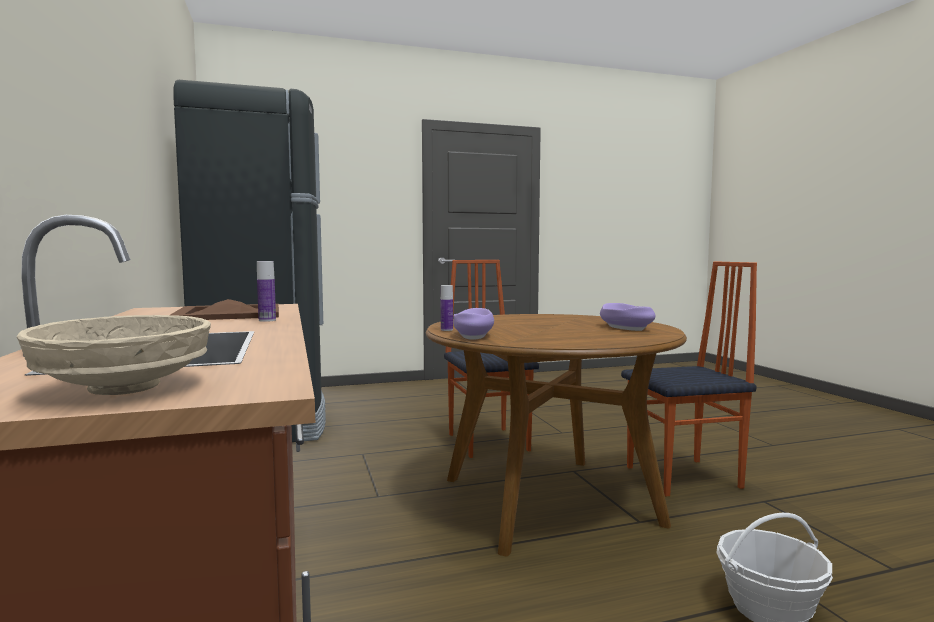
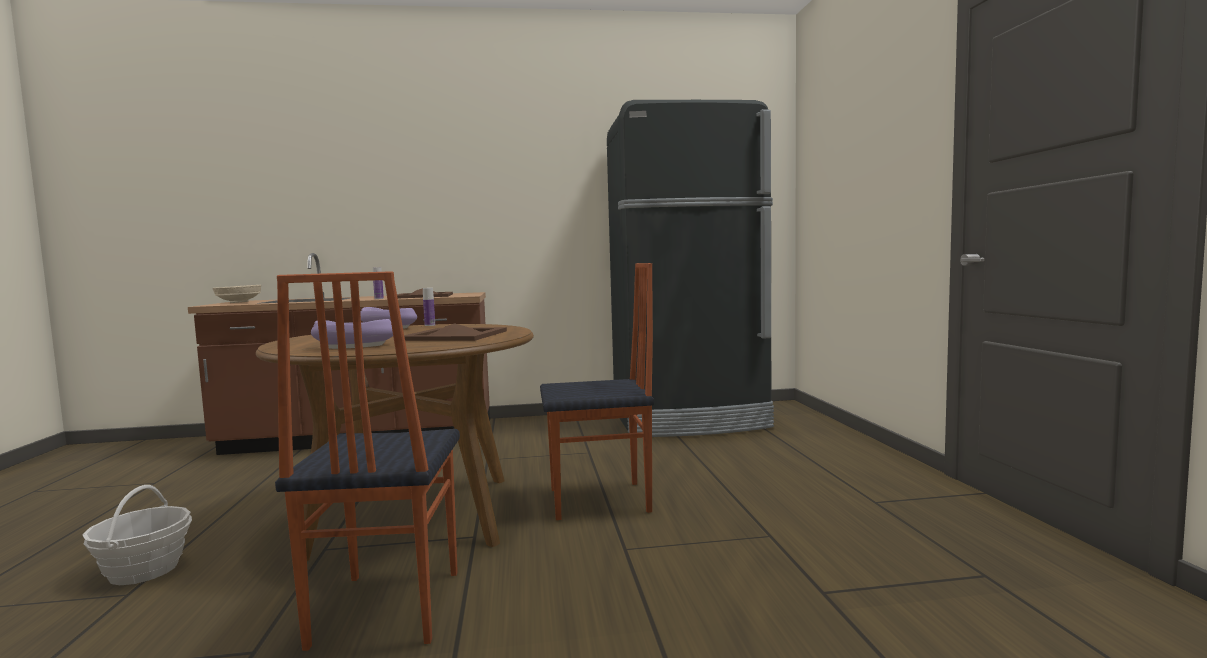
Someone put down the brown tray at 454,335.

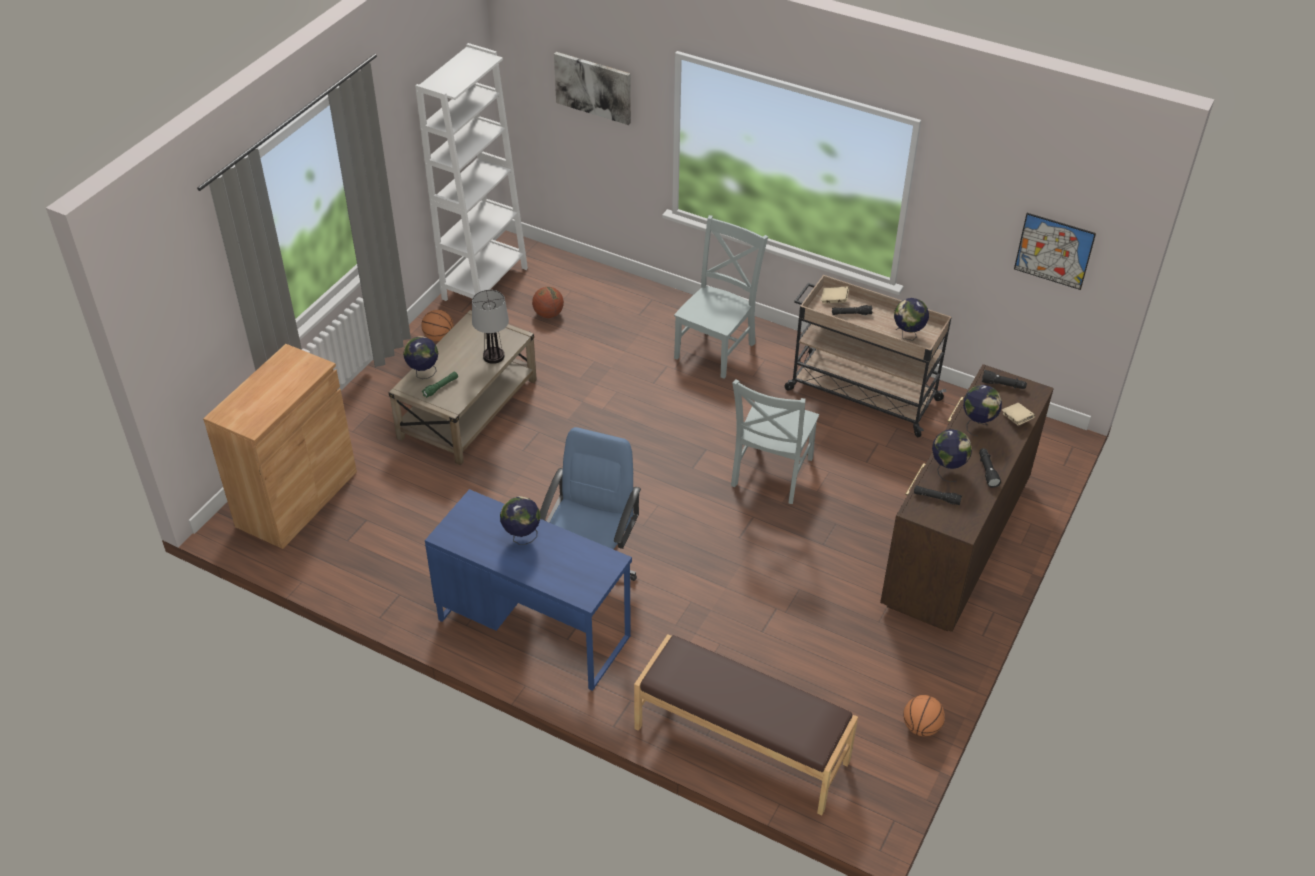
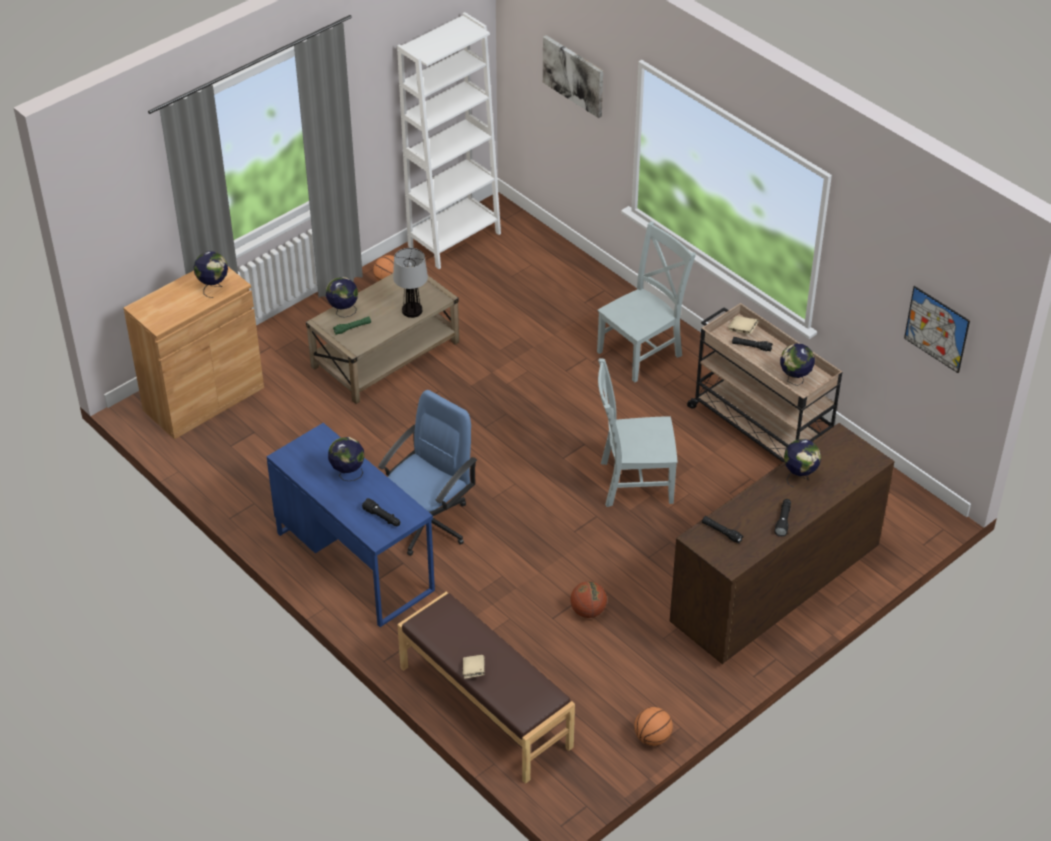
Someone carried the basketball from 548,314 to 588,611.
Someone carried the globe from 947,470 to 213,288.
Someone carried the black flashlight from 1003,385 to 382,518.
Someone carried the beige book from 1016,419 to 473,671.
Someone rotated the grey chair at 770,474 by 45 degrees clockwise.

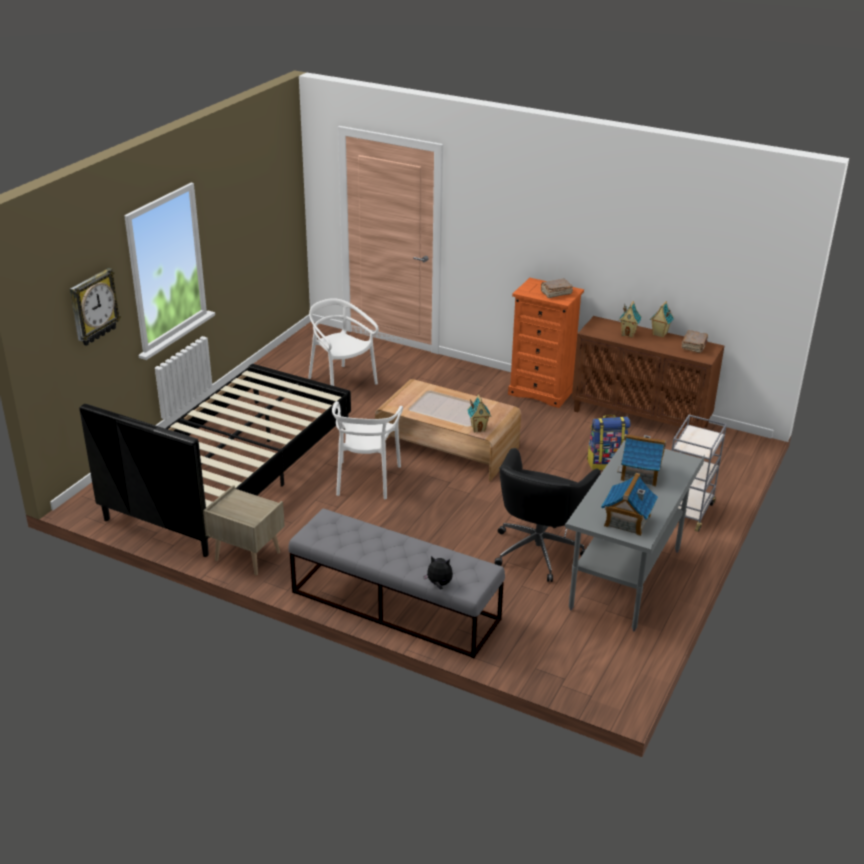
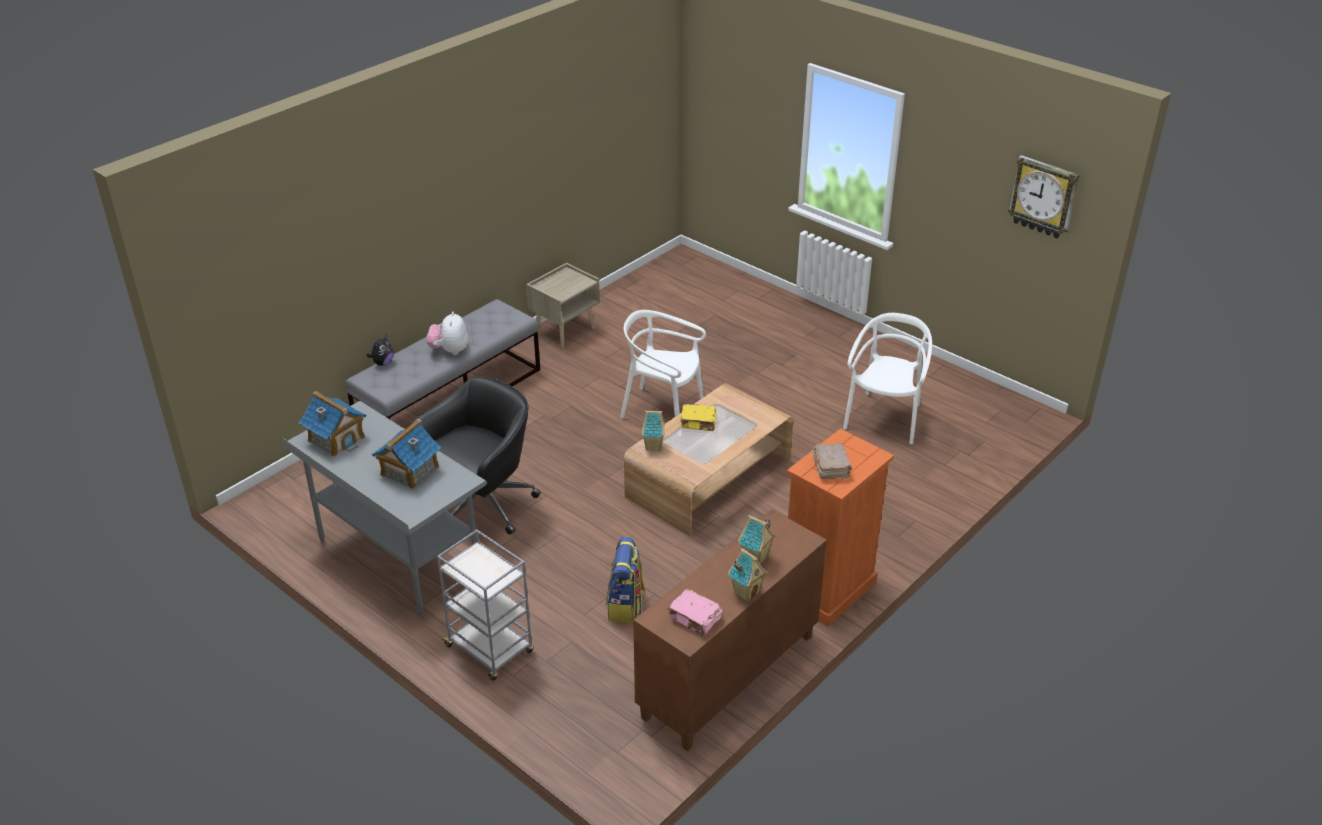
Someone took away the black bed at 232,471.
Someone put down the plush toy at 449,350.
Someone put down the yellow book at 699,423.
Someone carried the wall clock from 93,307 to 1044,197.
Someone repainted the brown book at 694,346, which became the pink book at 695,619.
Someone rotated the white chair at 341,382 by 45 degrees counterclockwise.
Someone rotated the black office chair at 539,549 by 90 degrees clockwise.

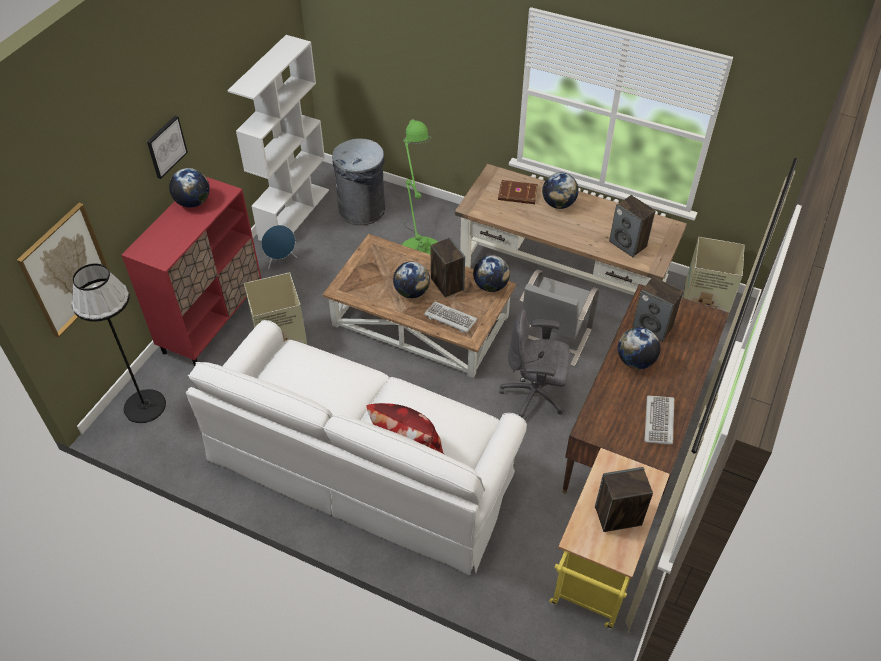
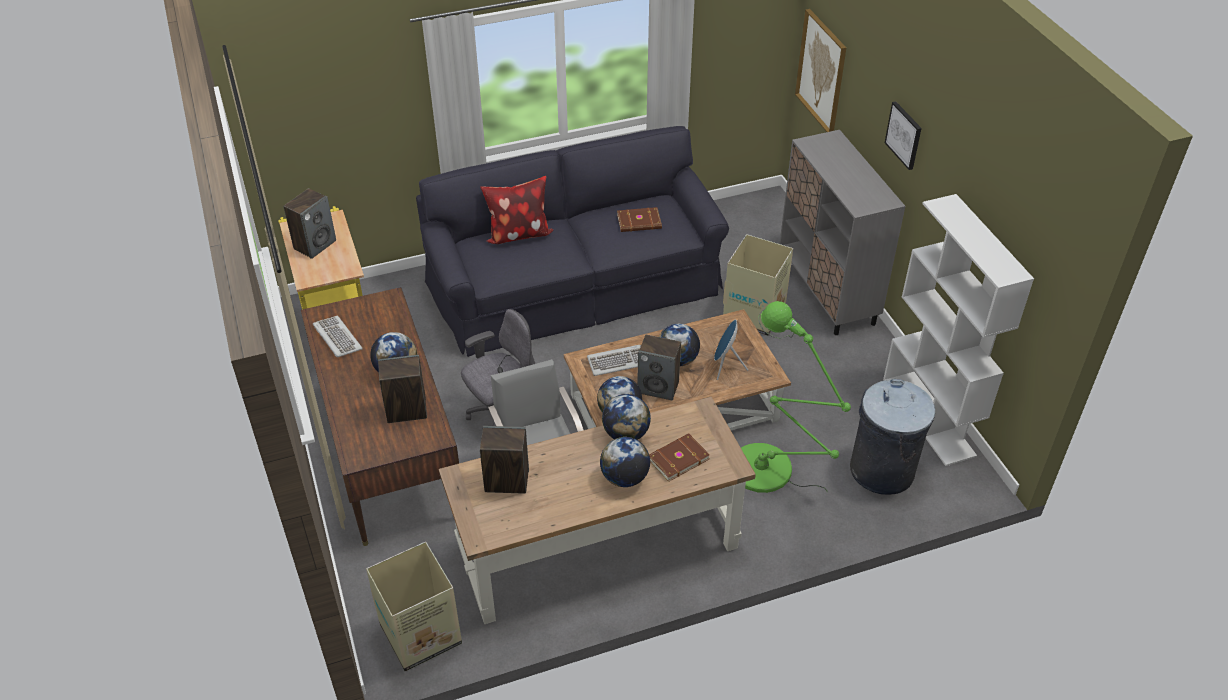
Someone took away the black floor lamp at 144,406.
Someone put down the brown book at 639,222.
Someone carried the globe from 193,202 to 626,434.
Someone carried the blue speaker from 281,261 to 725,366.
Someone repainted the red cabinet at 212,320, which became the grey cabinet at 827,291.
Someone repainted the white sofa at 364,465, which became the black sofa at 575,287.

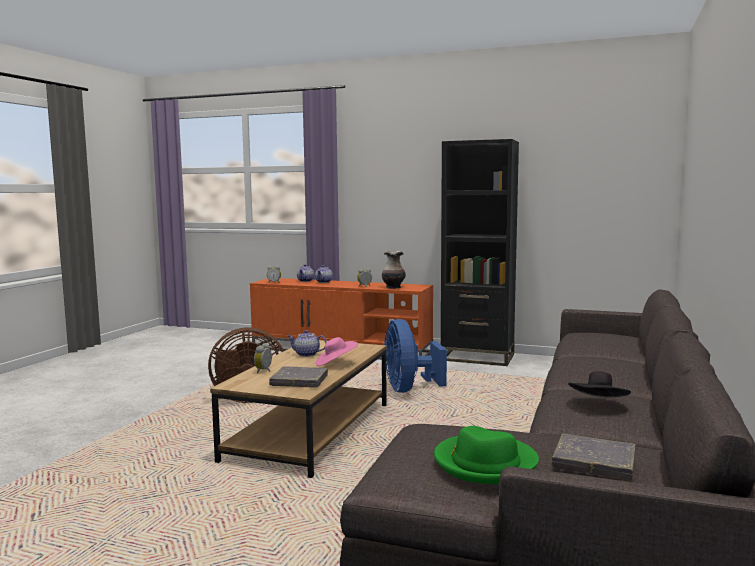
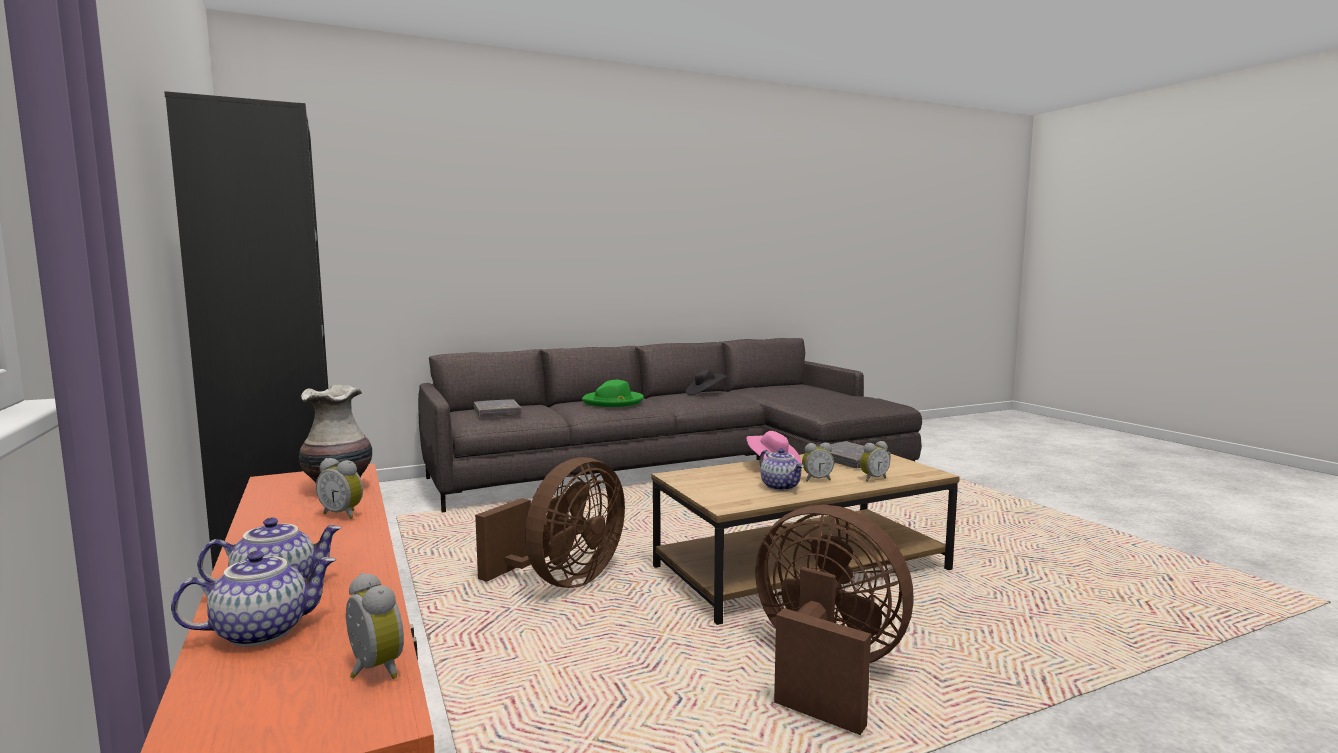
Someone put down the alarm clock at 816,479.
Someone carried the green hat from 484,463 to 613,402.
Someone carried the grey book from 594,462 to 497,412.
Someone repainted the blue fan at 408,389, which became the brown fan at 563,580.

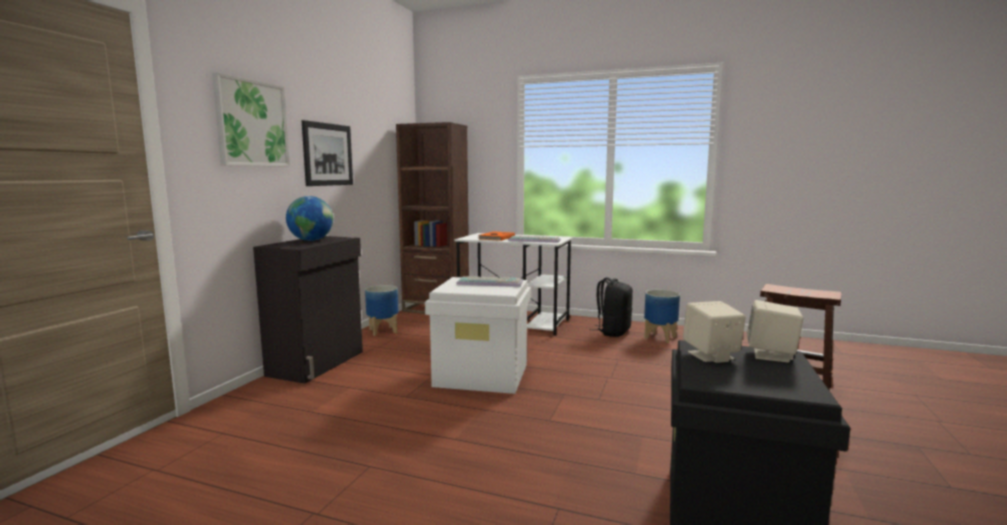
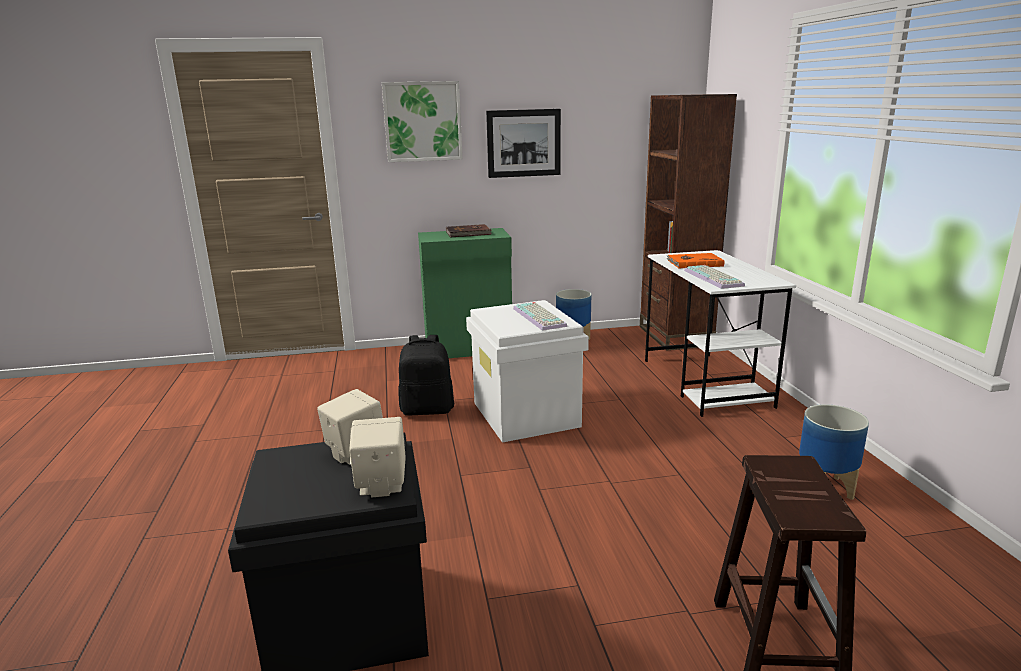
Someone carried the black backpack from 613,332 to 427,409.
Someone swapped the globe at 311,240 for the brown book at 468,233.
Someone repainted the black cabinet at 318,363, which became the green cabinet at 469,348.

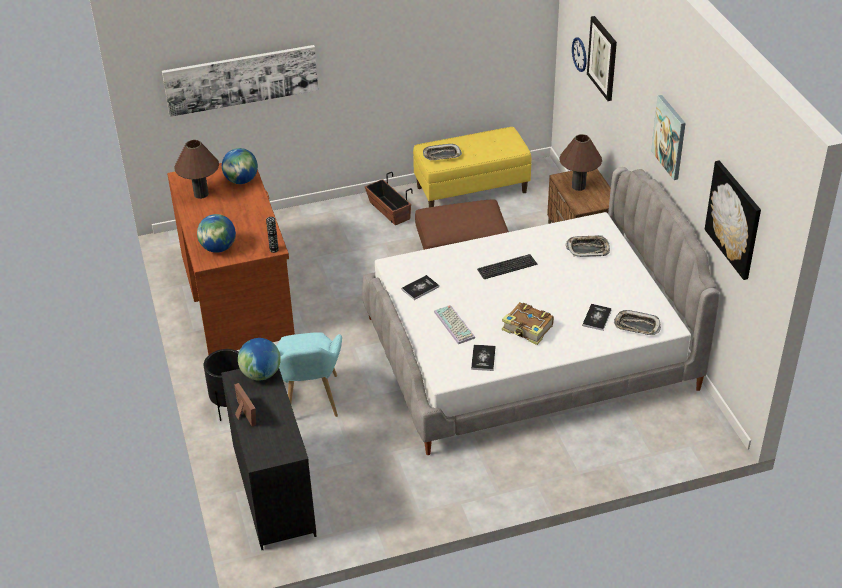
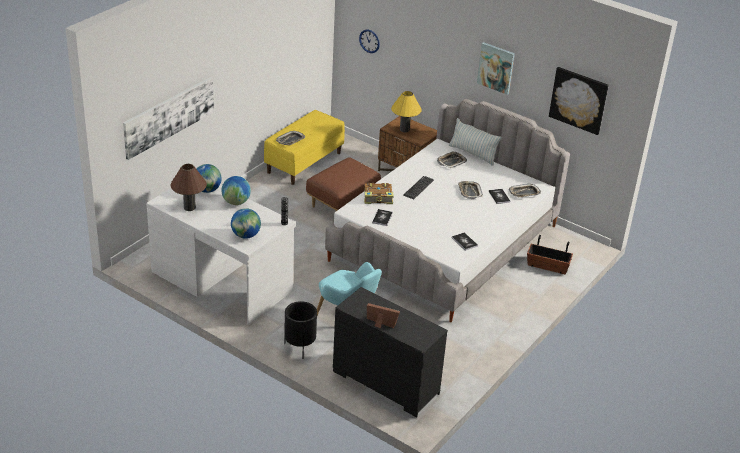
Someone took away the keyboard at 455,325.
Someone took away the picture at 603,58.
Someone put down the pillow at 473,154.
Someone put down the tray at 469,192.
Someone carried the globe from 261,374 to 236,202.
Someone carried the planter from 389,211 to 547,266.
Someone carried the book from 528,329 to 378,198.
Someone repainted the brown desk at 237,294, which became the white desk at 222,280.
Someone repainted the brown table lamp at 578,186, which became the yellow table lamp at 404,129.

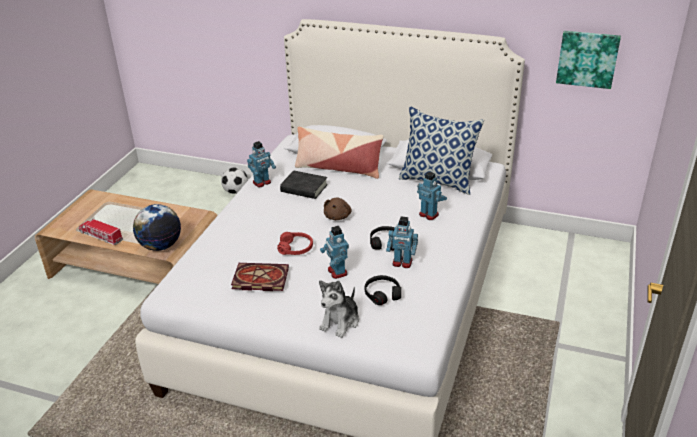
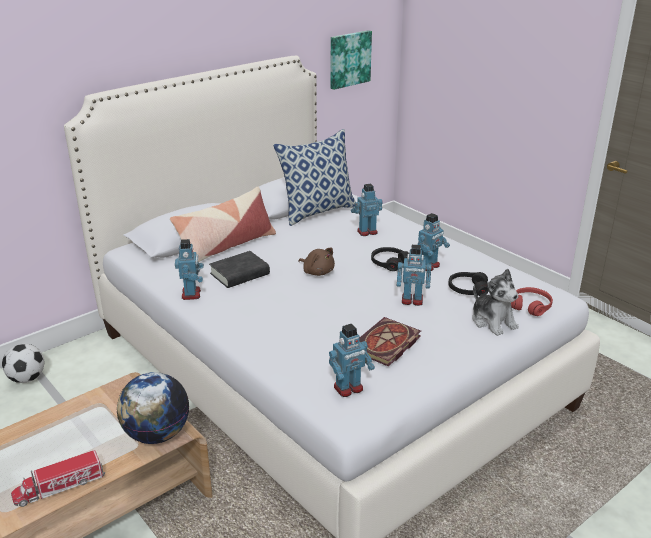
Someone put down the toy robot at 349,388.
Someone carried the red headphones from 296,248 to 530,306.

